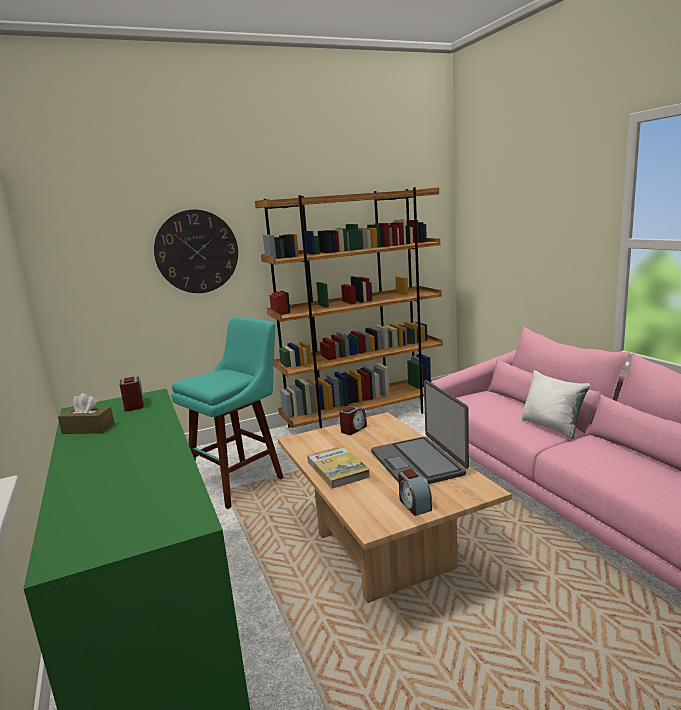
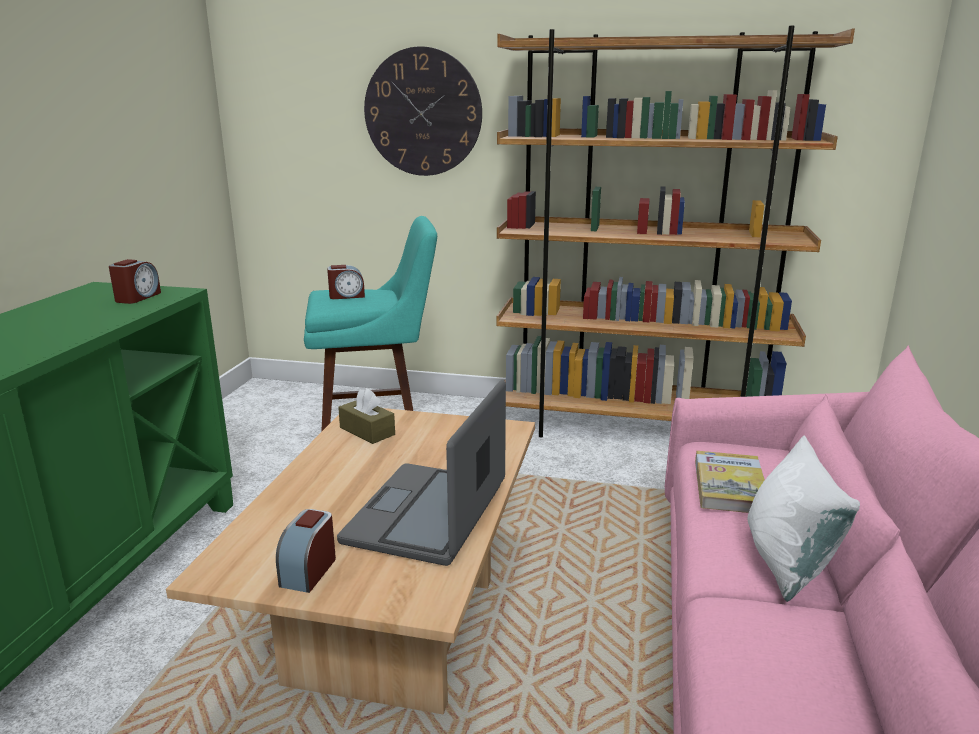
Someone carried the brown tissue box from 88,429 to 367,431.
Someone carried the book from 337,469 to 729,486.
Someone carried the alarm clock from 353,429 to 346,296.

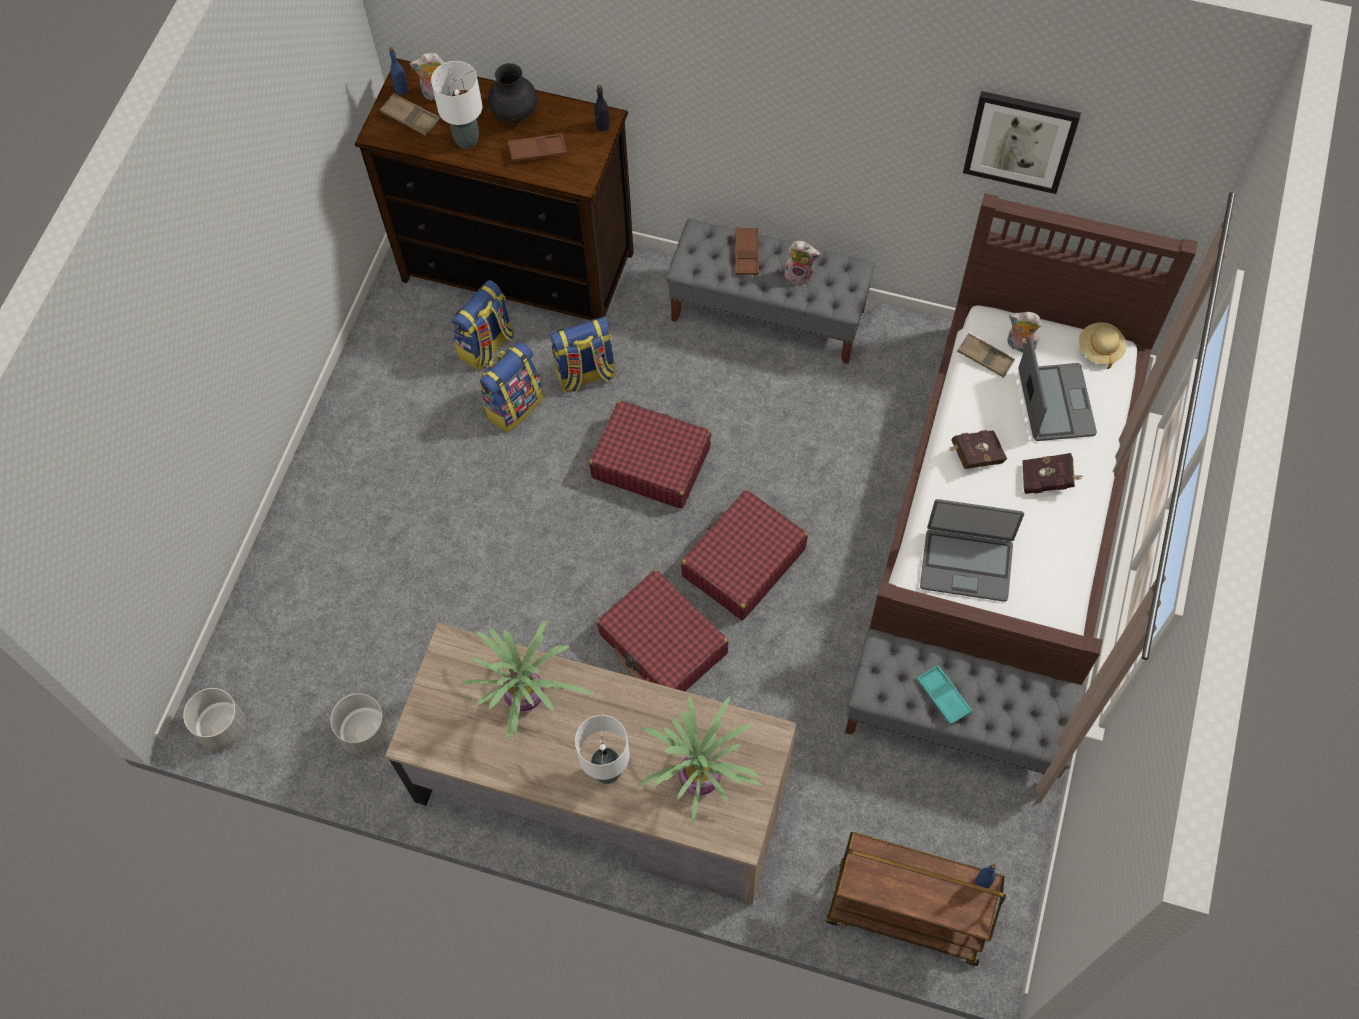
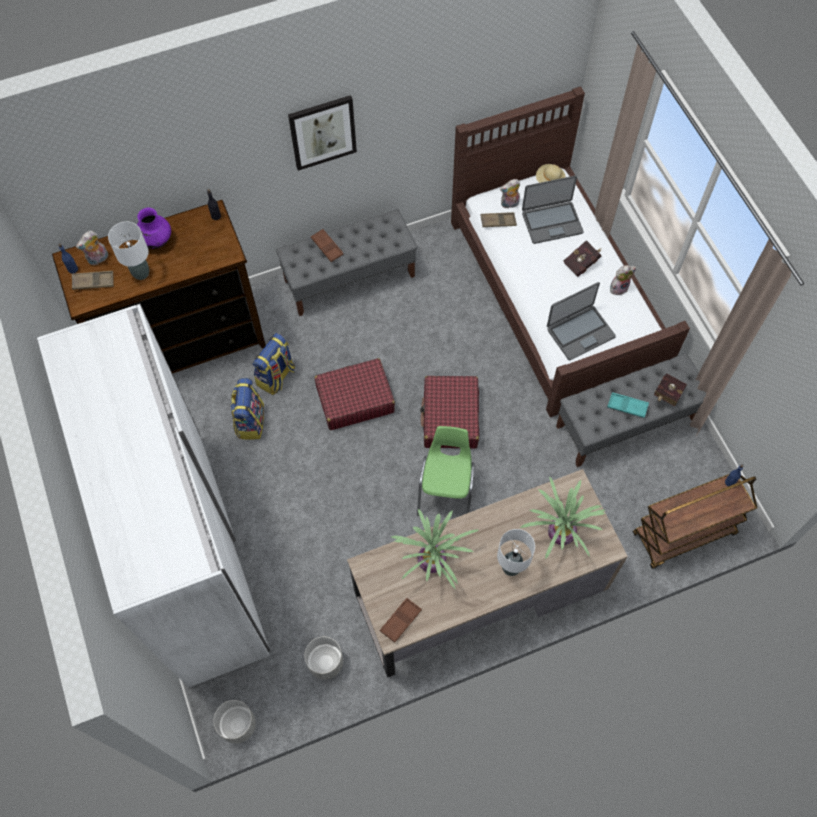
Someone took away the backpack at 487,347.
Someone put down the white wardrobe at 193,555.
Someone carried the brown tray from 537,151 to 400,621.
Someone carried the plush toy from 800,274 to 619,287.
Someone carried the red book from 974,456 to 667,395.
Someone carried the picture from 1020,141 to 322,132.
Someone swapped the red suitcase at 663,644 for the green chair at 446,491.
Someone repainted the black vase at 515,113, which became the purple vase at 156,241.
Someone rotated the laptop at 1054,403 by 120 degrees clockwise.

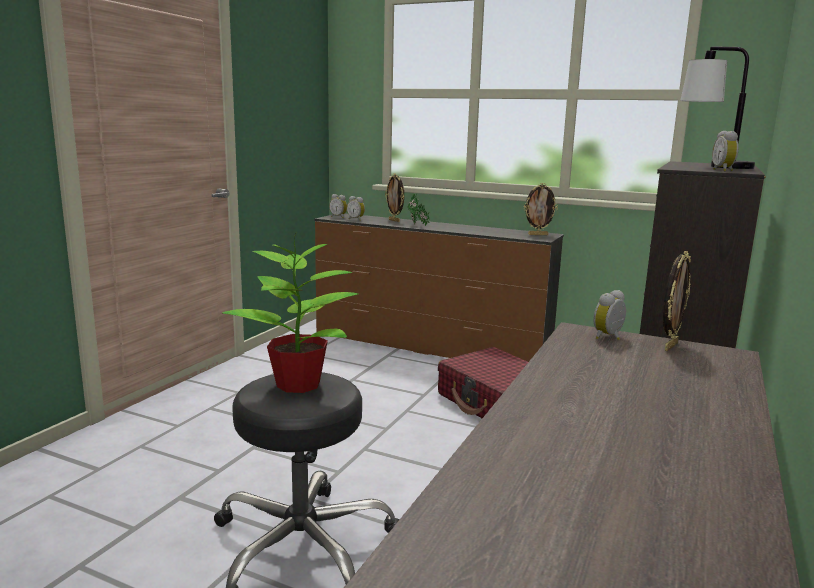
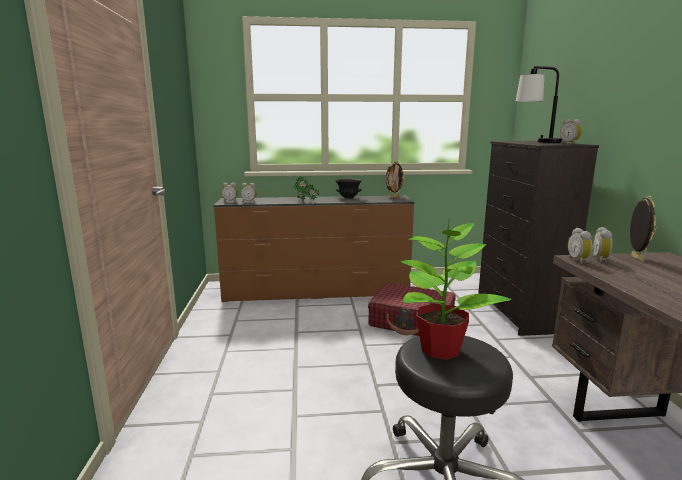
Someone took away the picture frame at 394,220.
Someone put down the black bowl at 349,198.
Someone put down the alarm clock at 579,261.

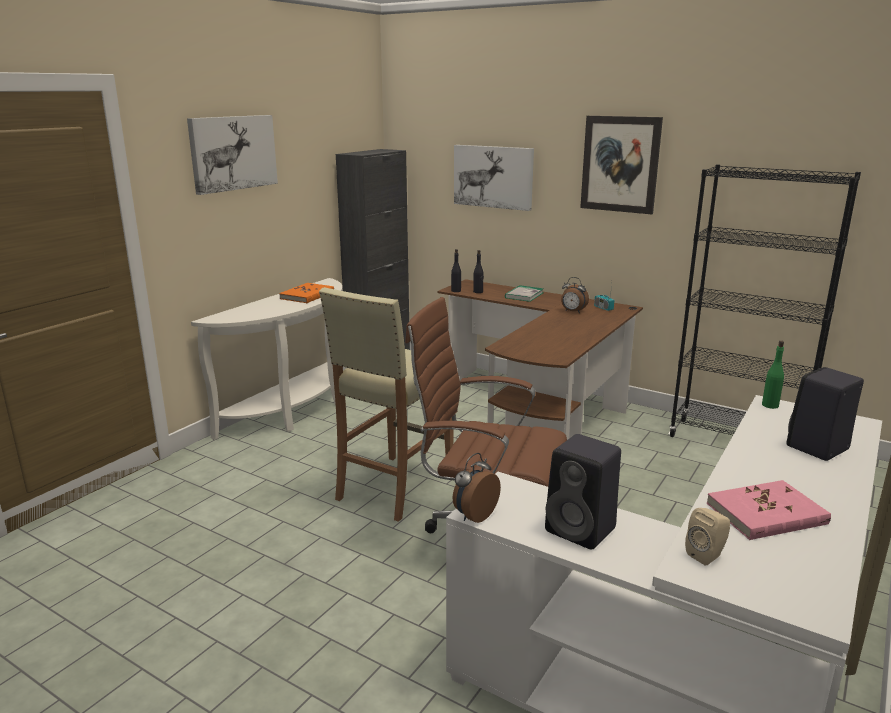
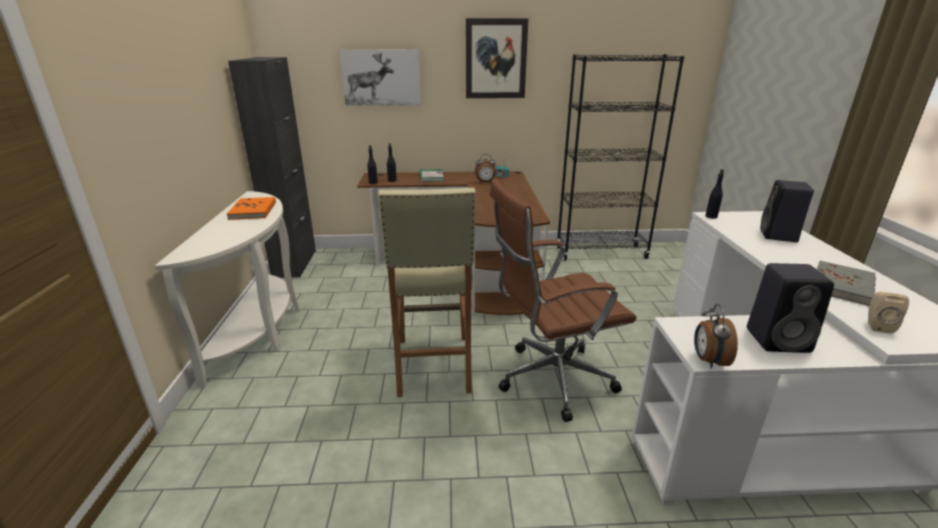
Someone took away the picture at 233,153.
Someone repainted the pink book at 766,514, which became the grey book at 842,285.
Someone repainted the green bottle at 770,405, which became the black bottle at 711,216.

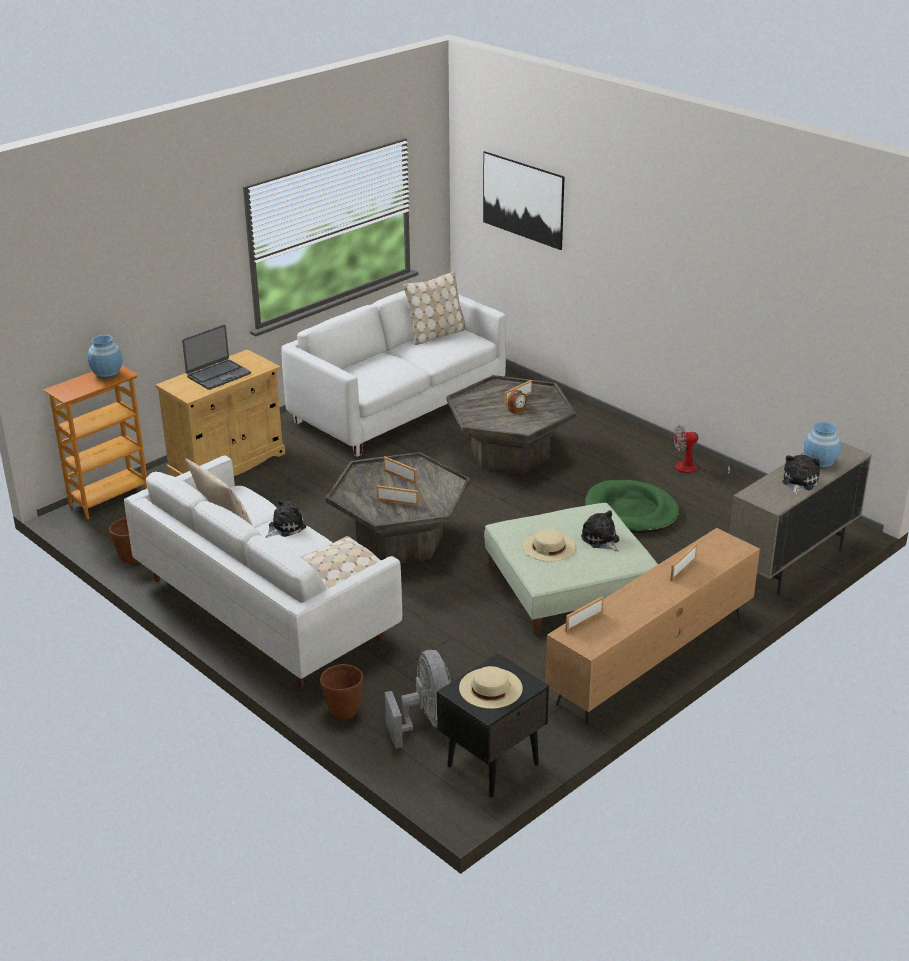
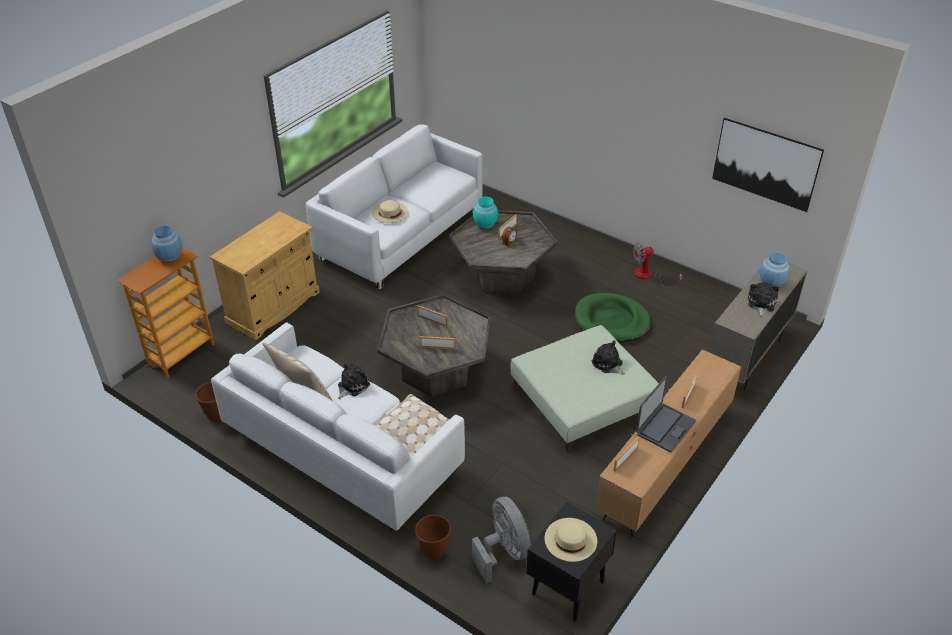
Someone took away the beige pillow at 436,334.
Someone put down the turquoise vase at 485,224.
Someone carried the laptop from 218,375 to 665,428.
Someone carried the picture from 523,199 to 765,164.
Someone carried the beige hat from 549,546 to 390,212.

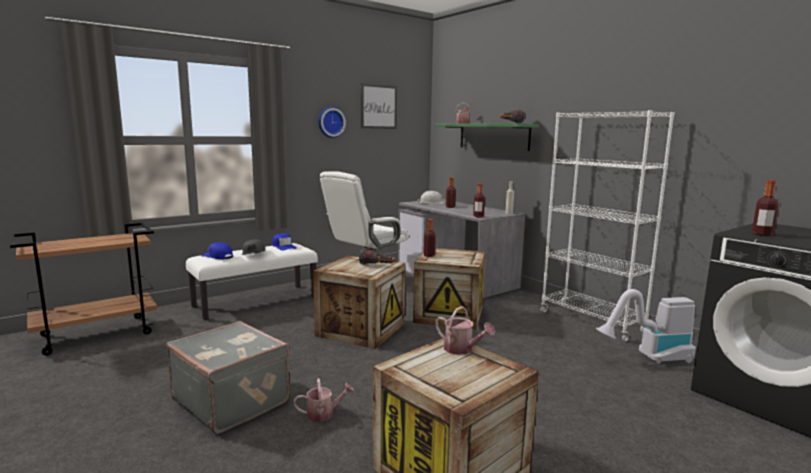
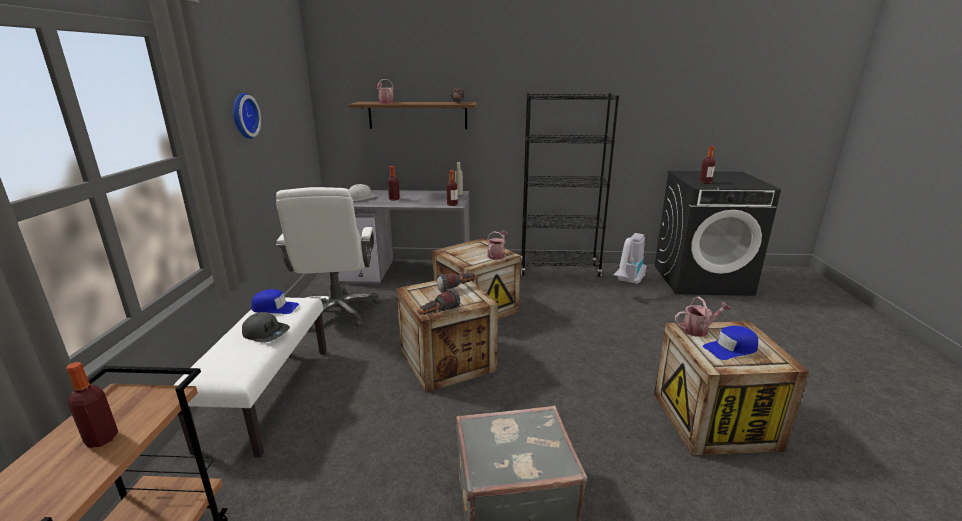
Someone took away the picture at 379,106.
Someone put down the flashlight at 438,314.
Someone carried the blue cap from 218,256 to 731,349.
Someone carried the watering can from 324,414 to 497,255.
Someone carried the bottle from 429,255 to 102,439.
Someone repainted the green shelf at 493,136, which became the brown shelf at 417,115.
Someone repainted the white bookcase at 591,322, which became the black bookcase at 559,270.

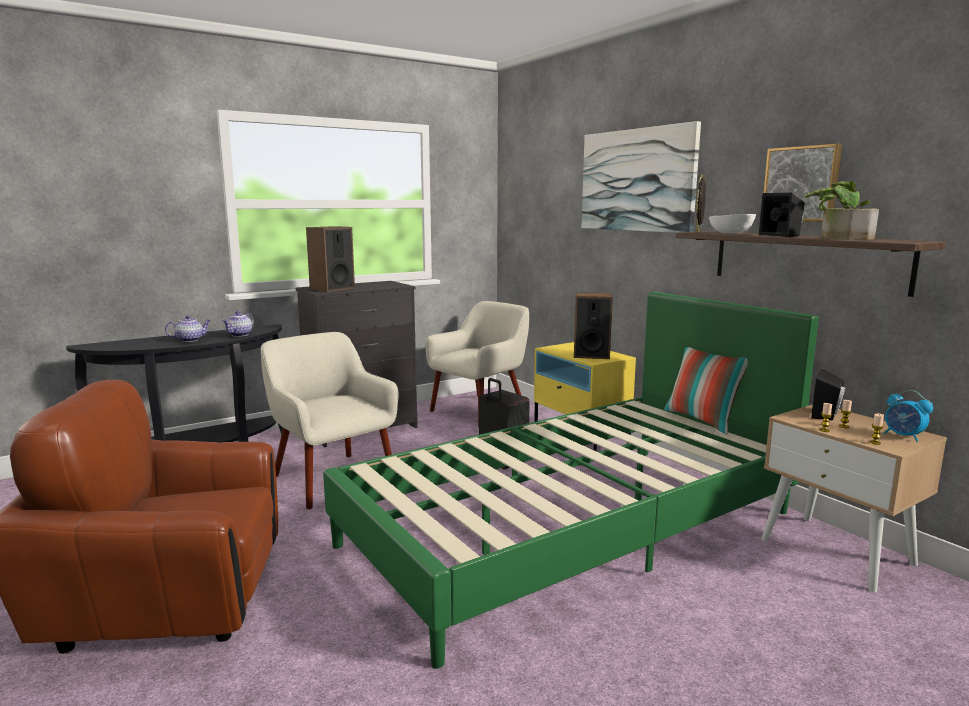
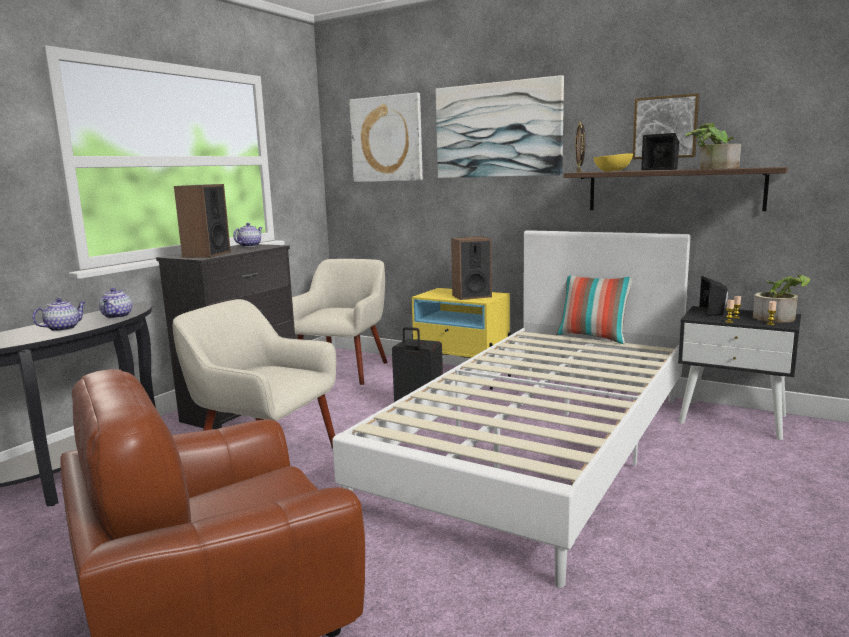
Someone put down the teapot at 249,246.
Someone put up the picture at 387,139.
Someone swapped the alarm clock at 903,436 for the potted plant at 778,317.
Someone repainted the green bed at 573,528, which became the white bed at 540,448.
Someone repainted the white bowl at 731,233, which became the yellow bowl at 613,171.
Someone repainted the beige nightstand at 837,551, which became the black nightstand at 733,419.

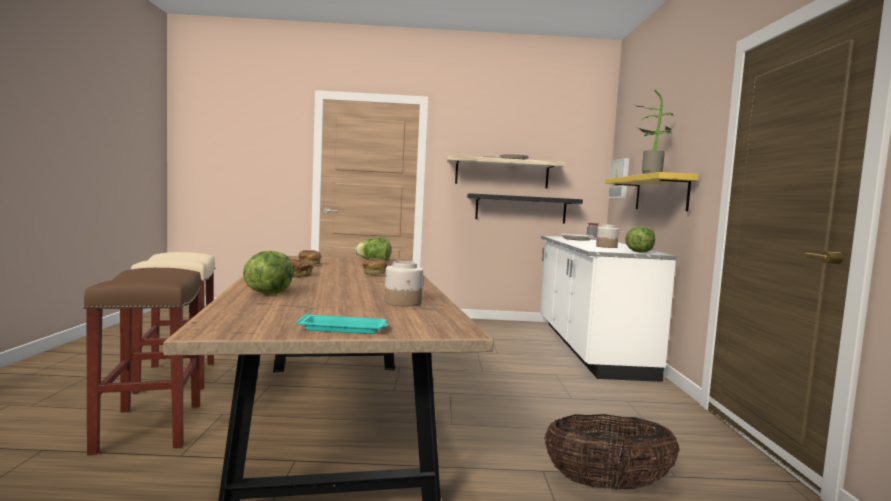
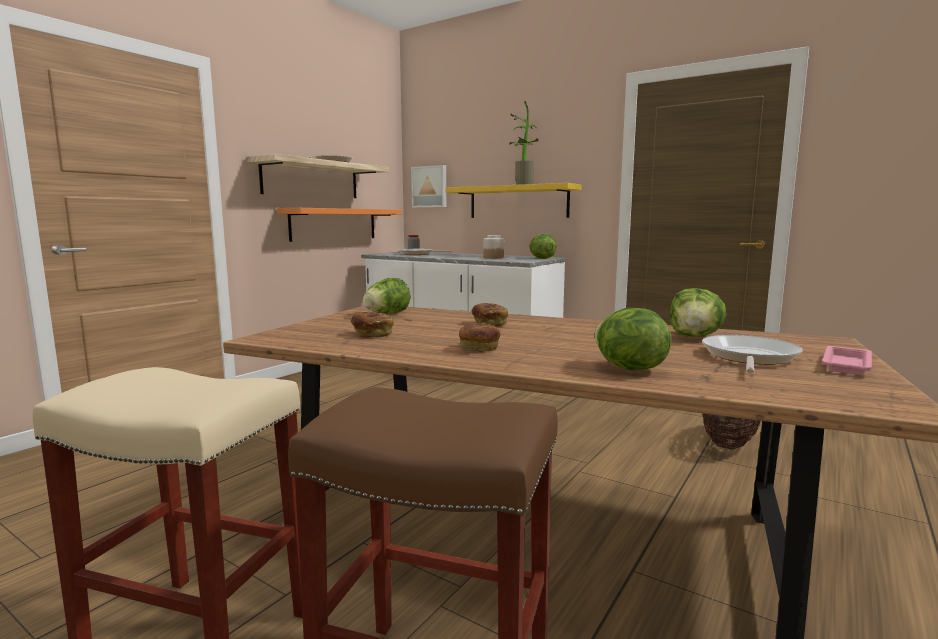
Someone put down the frying pan at 748,357.
Someone swapped the jar at 403,302 for the lettuce at 694,336.
Someone repainted the turquoise tray at 344,329, which became the pink tray at 846,364.
Someone repainted the black shelf at 520,208, which became the orange shelf at 334,224.

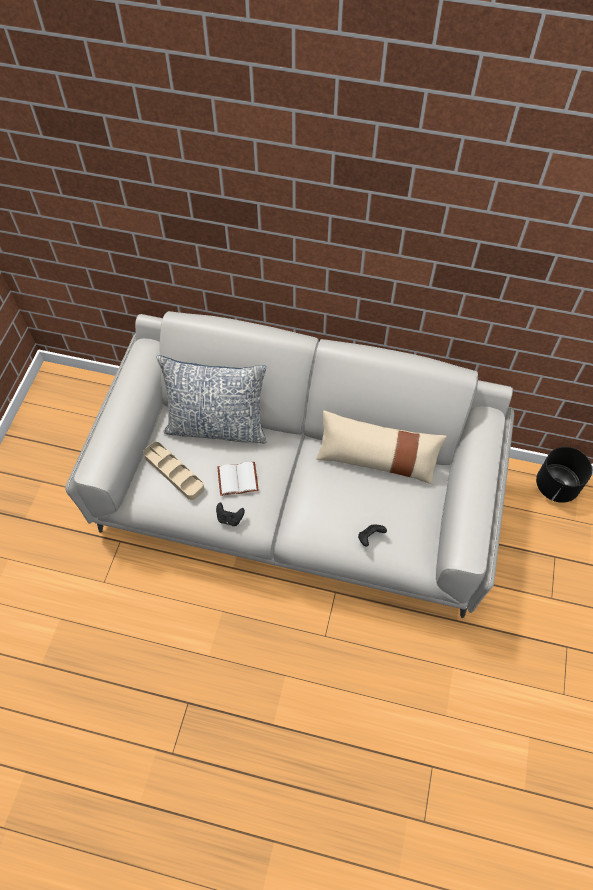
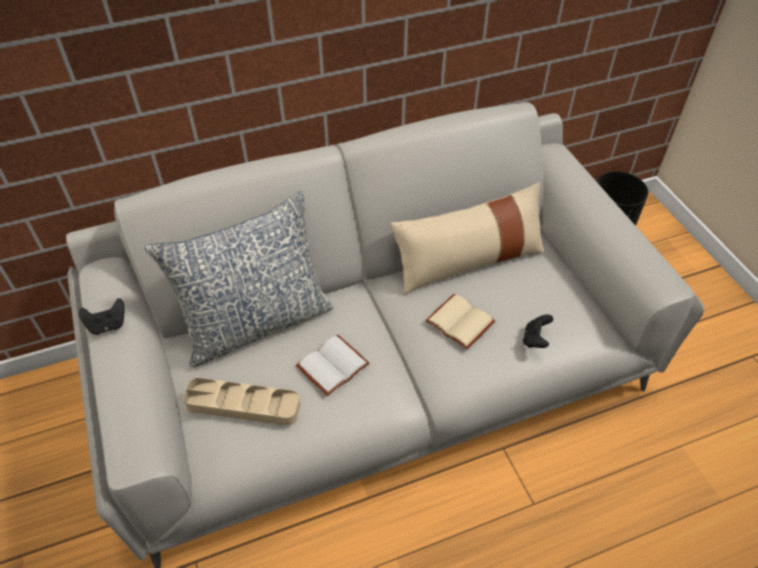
Someone put down the beige book at 461,322.
Someone carried the black game controller from 230,518 to 107,325.

